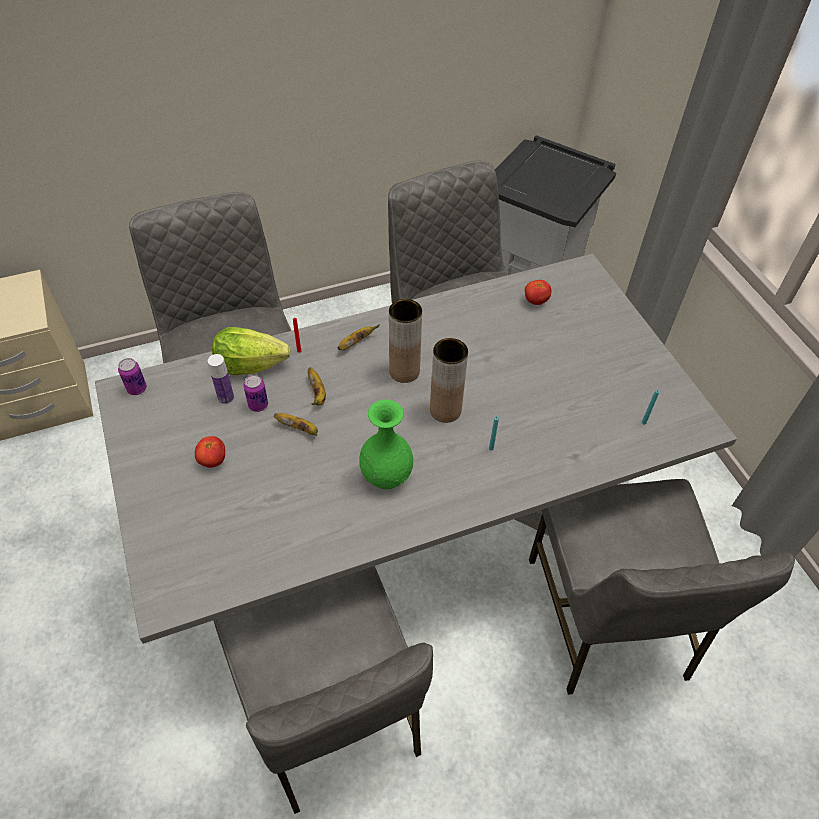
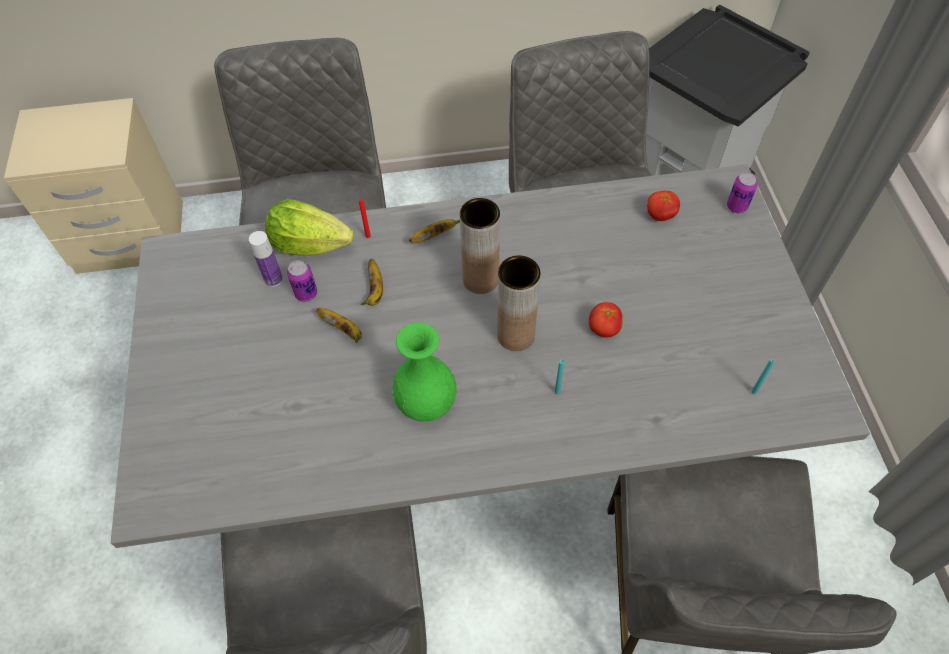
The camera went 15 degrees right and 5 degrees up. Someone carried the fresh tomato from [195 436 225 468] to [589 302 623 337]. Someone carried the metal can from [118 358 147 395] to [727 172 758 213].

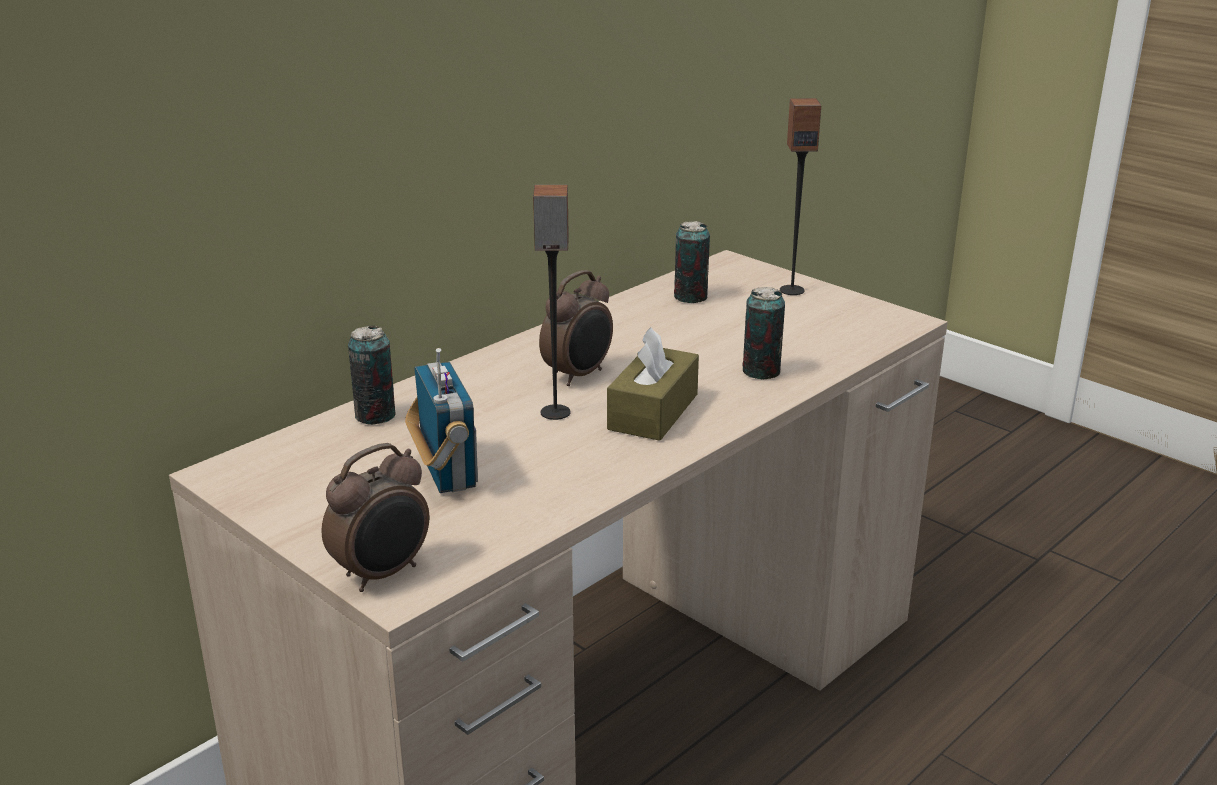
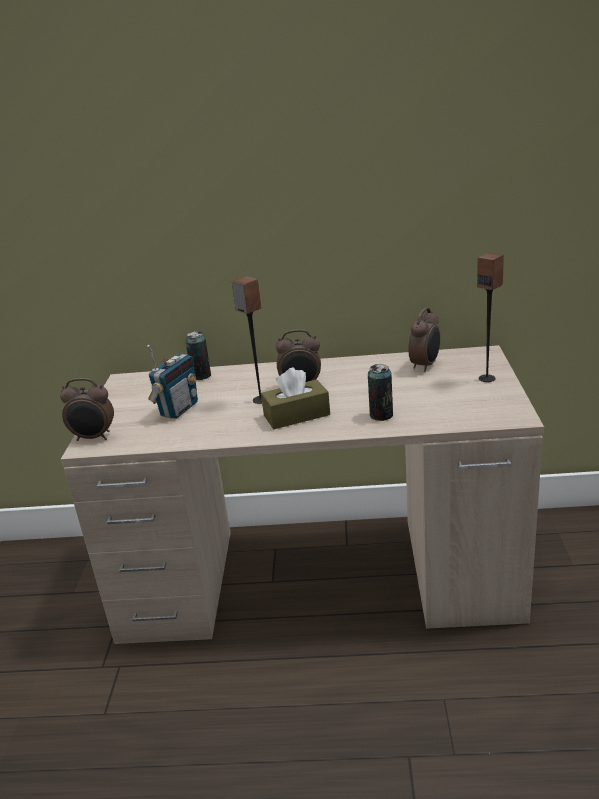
The camera went 50 degrees right and 0 degrees up. Someone swapped the metal can at [674 221 710 303] for the table clock at [408 308 440 372].

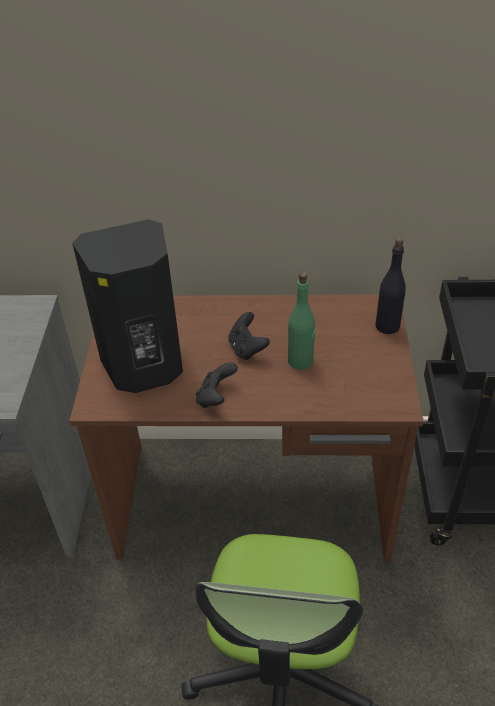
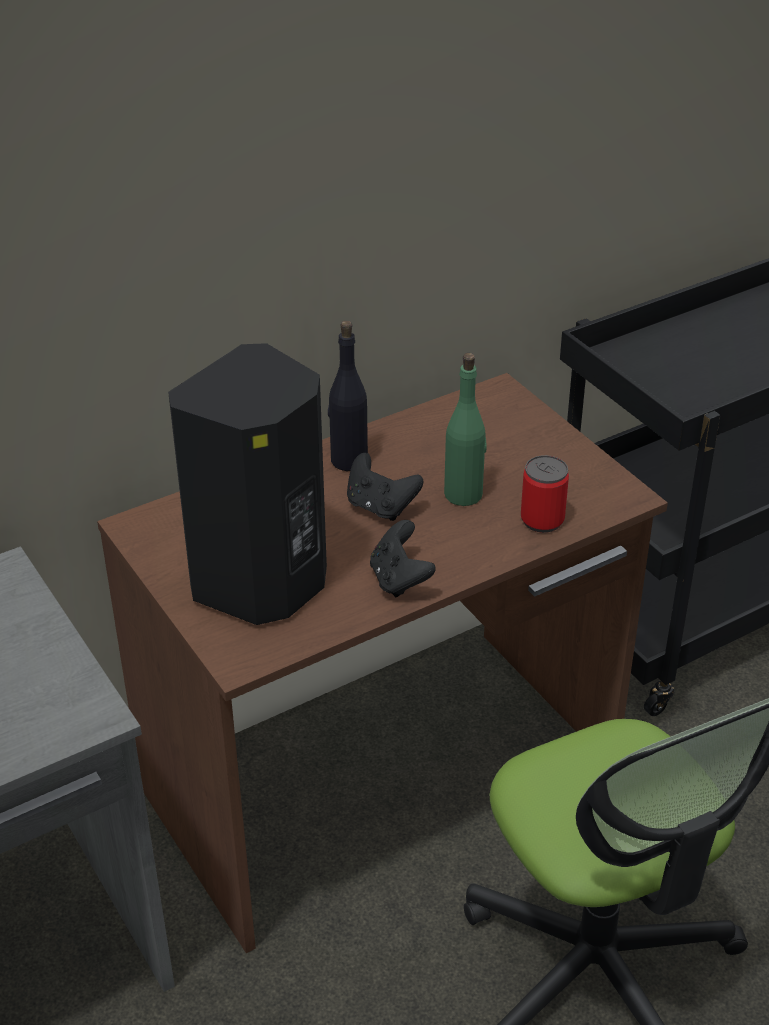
The camera went 35 degrees left and 5 degrees down. Someone carried the black-coloured bottle from [375 237 406 334] to [328 321 368 471]. Someone put down the metal can at [521 455 569 533].

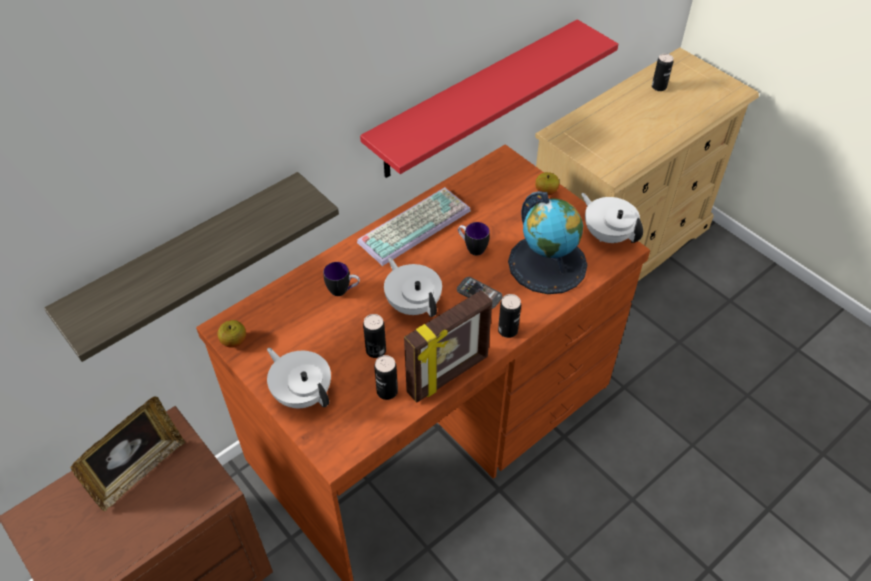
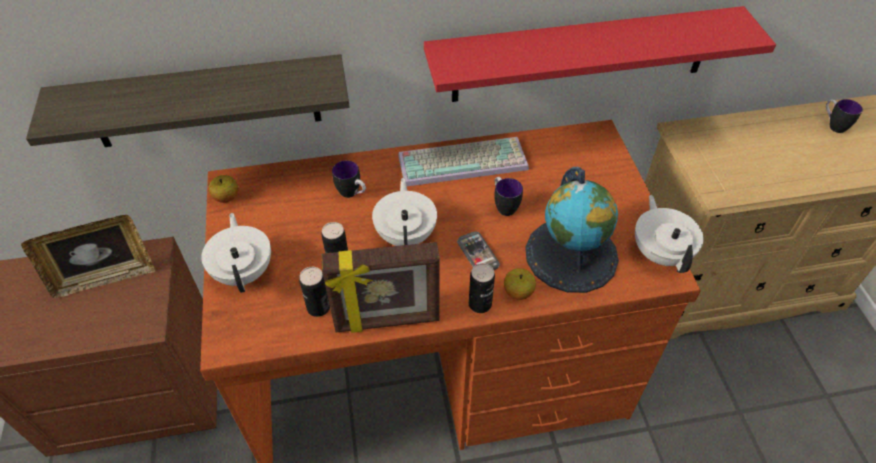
The camera went 30 degrees right and 0 degrees up. Someone carried the whole apple from [535 172 560 195] to [504 268 536 300]. Someone swapped the metal can at [652 54 674 91] for the mug at [826 99 863 133].

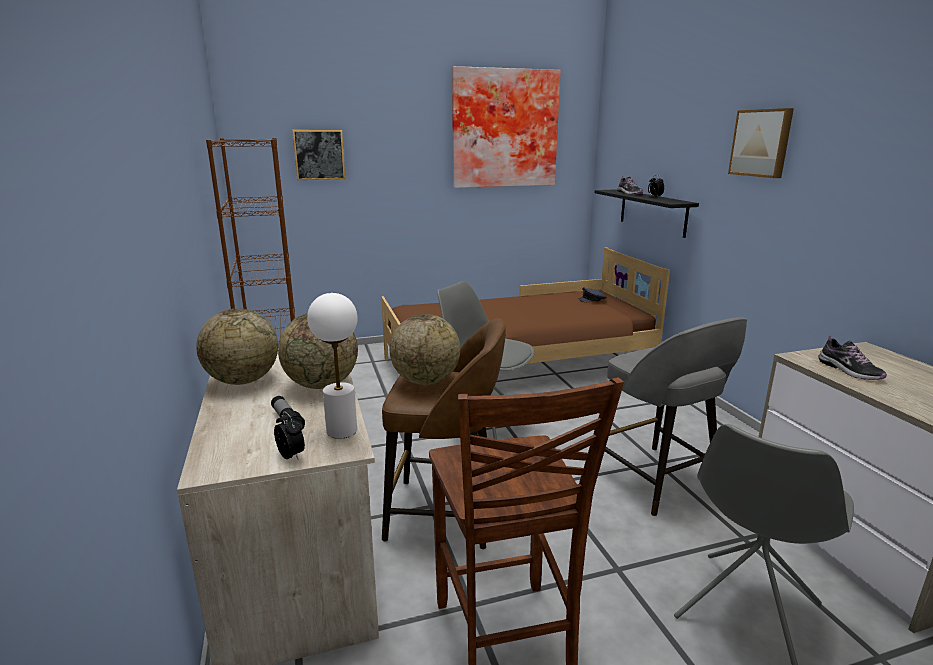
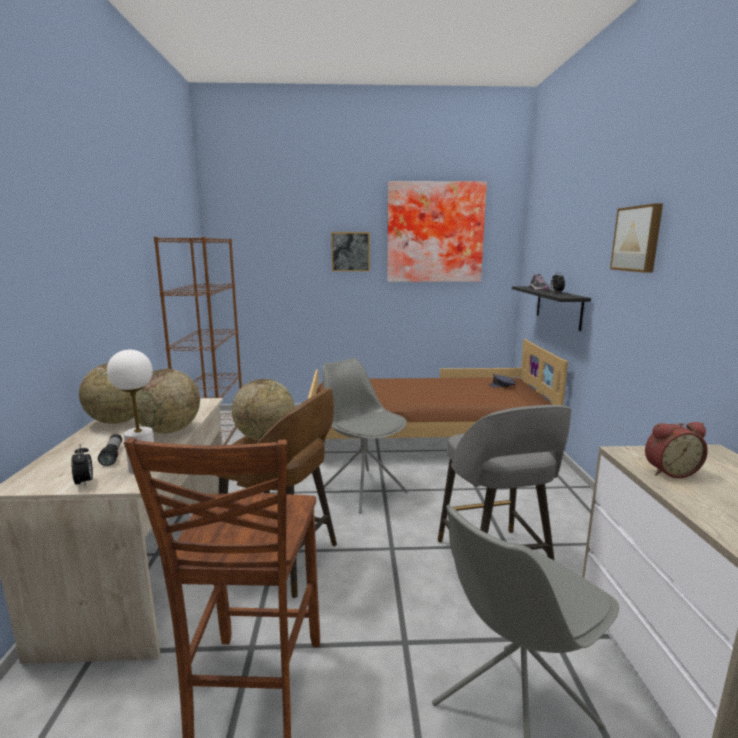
The camera went 15 degrees right and 5 degrees down. Someone carried the wall art from [292 130 346 180] to [331 232 370 271]. Someone swapped the item of footwear at [818 335 887 380] for the table clock at [645 422 708 478].

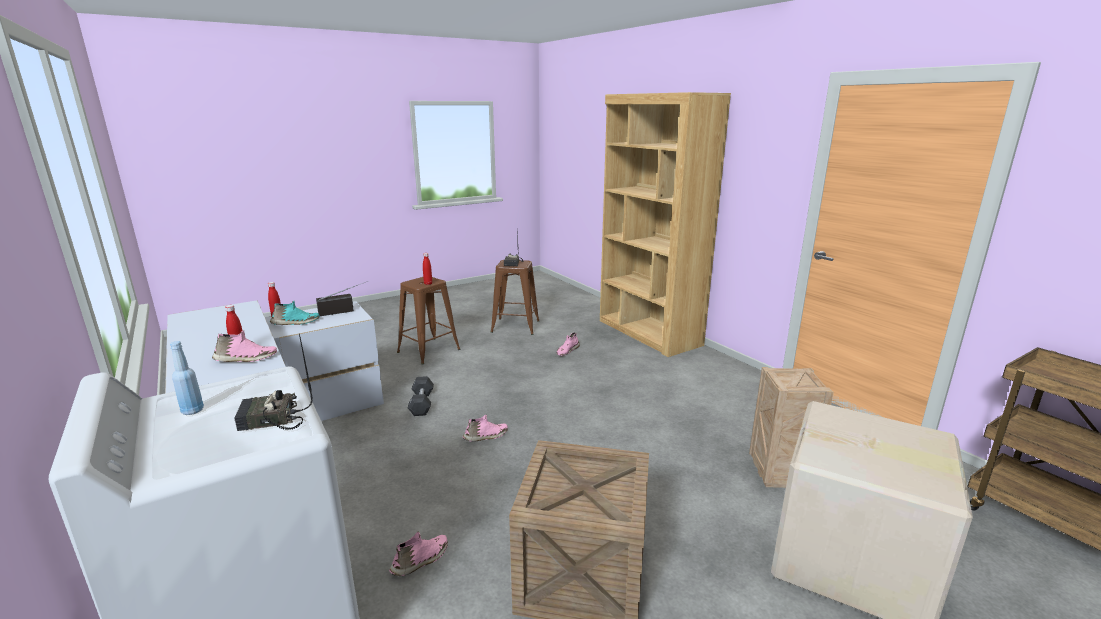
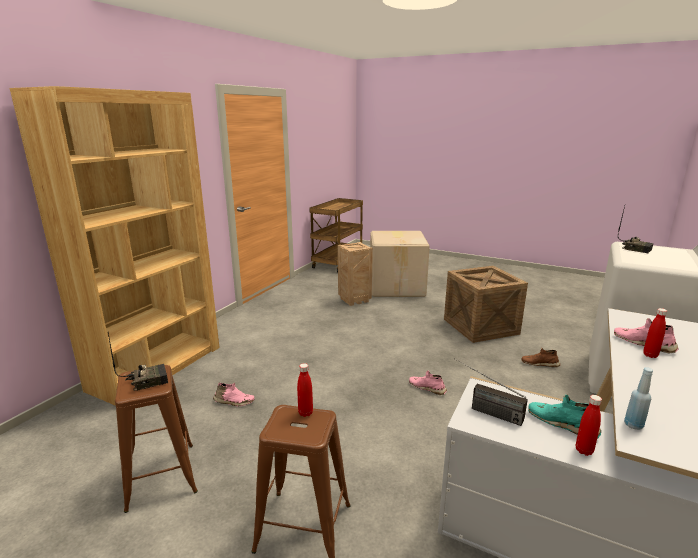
The camera went 120 degrees left and 0 degrees up. Someone repainted the pink item of footwear at [389 531 448 576], which became the brownish item of footwear at [521 348 560 368]. Someone carried the blue bottle from [170 341 204 415] to [624 367 653 430]. Someone took away the black-coloured free weight at [408 376 434 416].

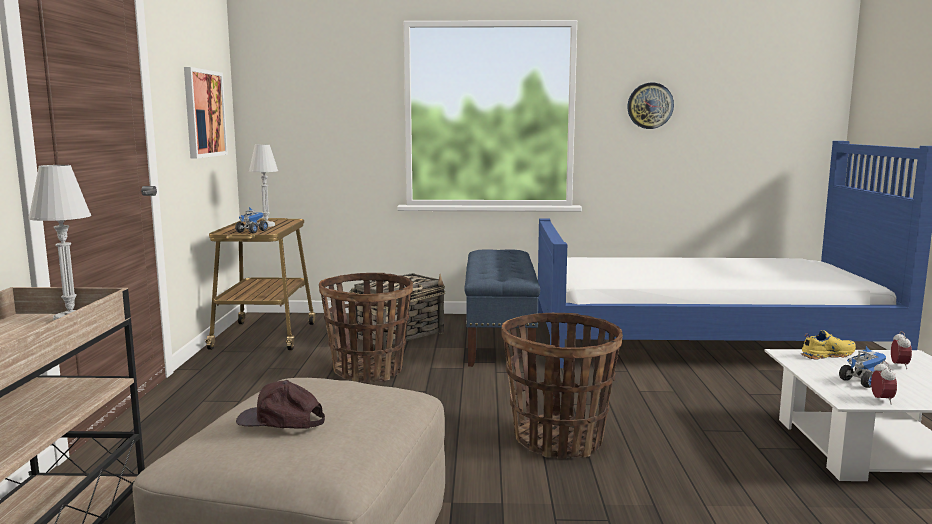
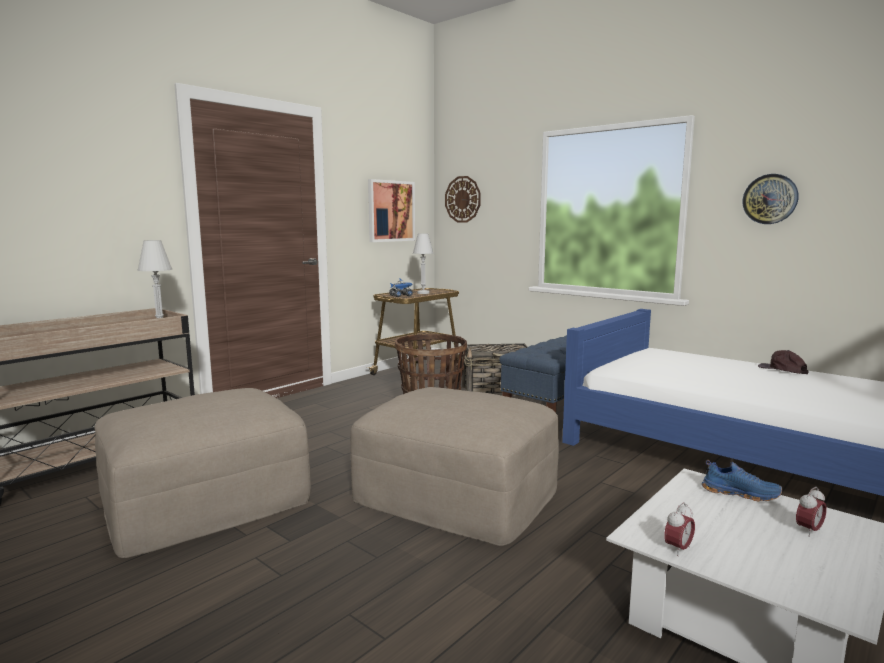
The camera went 40 degrees right and 0 degrees up. Someone swapped the basket at [501 313 623 459] for the sand-coloured footrest at [351 387 559 546]. Someone put up the hanging clock at [445 176 481 223]. Someone repainted the yellow item of footwear at [801 330 856 360], which became the blue item of footwear at [702 460 782 501]. Someone carried the brownish peaked cap from [236 380 325 429] to [758 350 809 374]. Someone took away the model truck at [839 346 886 388].

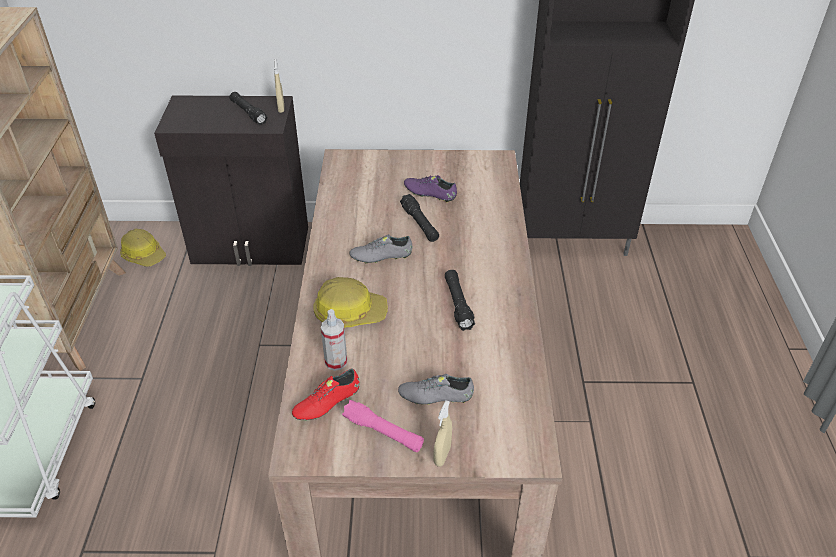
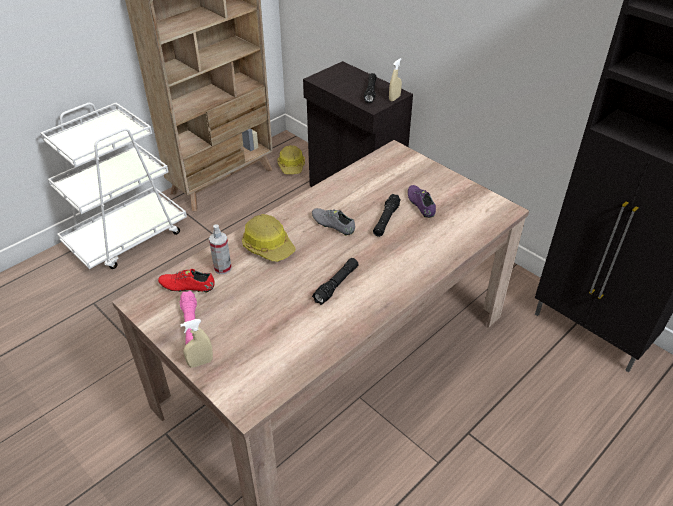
The camera went 45 degrees right and 0 degrees up. Someone took away the grey item of footwear at [398 374 474 405].

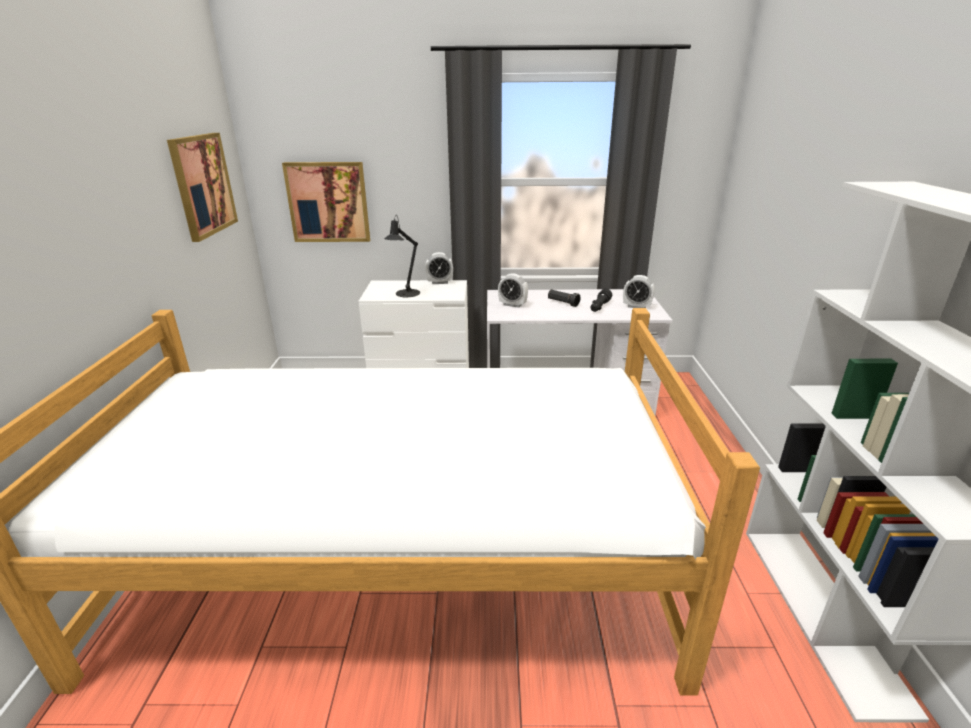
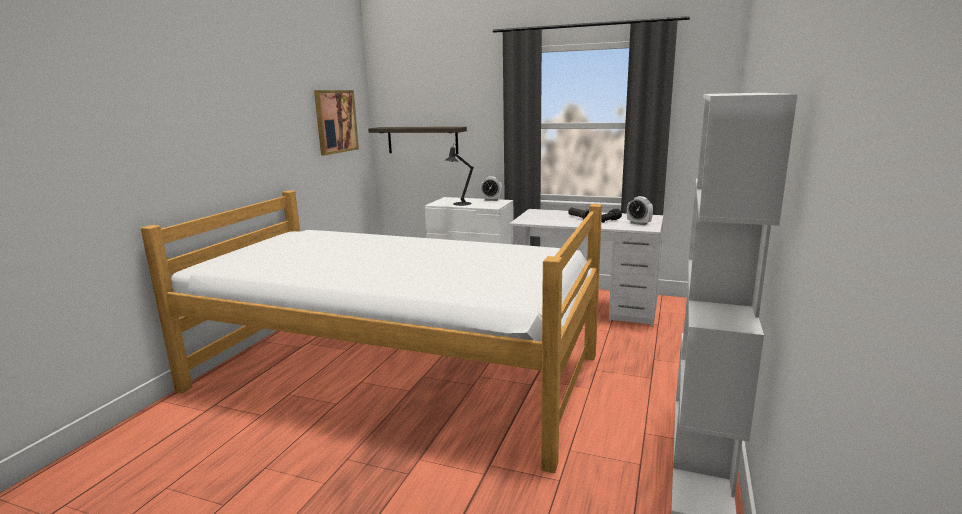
The camera went 20 degrees right and 10 degrees down. Someone swapped the wall art at [282 162 370 242] for the shelf at [368 127 467 153]. Someone took away the table clock at [498 273 528 308].

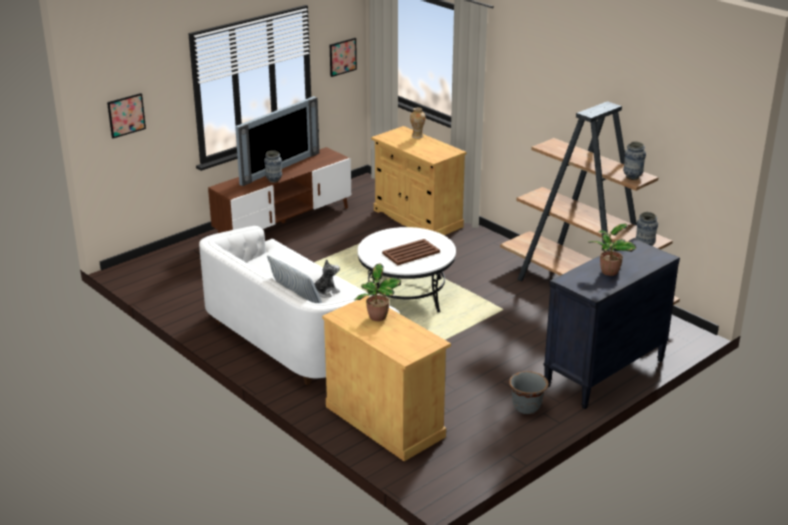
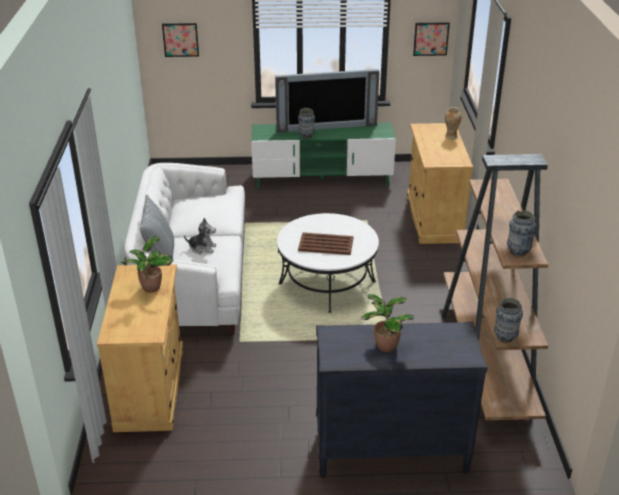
The camera went 40 degrees right and 5 degrees up. Someone repainted the brownish media console at [208 147 351 233], which became the greenish media console at [251 122 396 189]. Someone took away the grey plant pot at [509 371 549 414].

